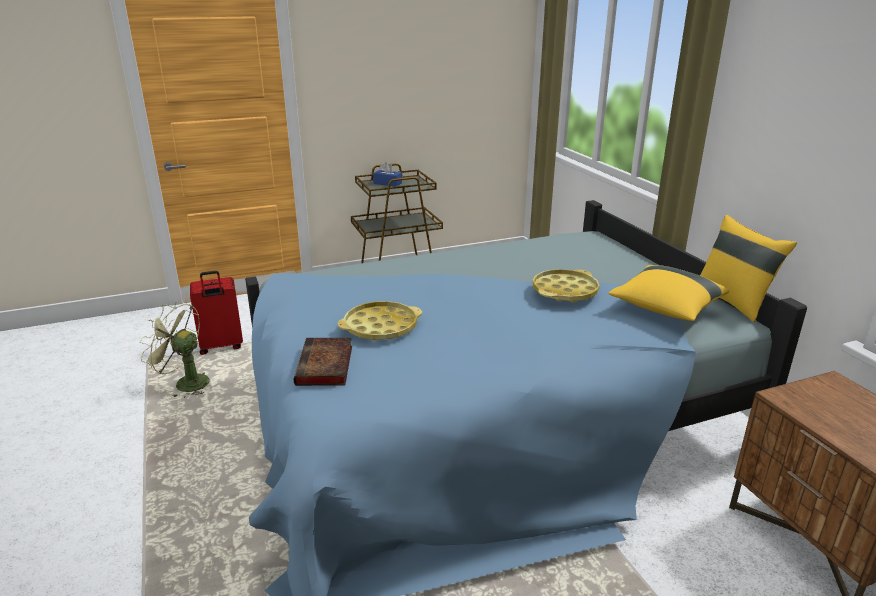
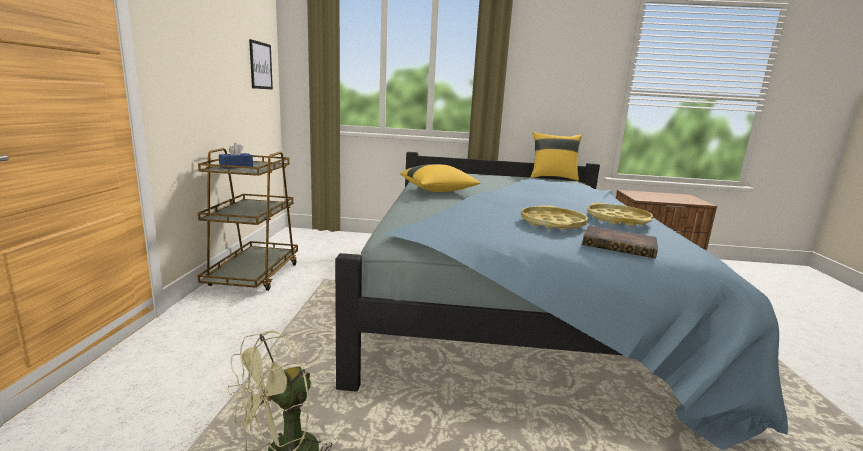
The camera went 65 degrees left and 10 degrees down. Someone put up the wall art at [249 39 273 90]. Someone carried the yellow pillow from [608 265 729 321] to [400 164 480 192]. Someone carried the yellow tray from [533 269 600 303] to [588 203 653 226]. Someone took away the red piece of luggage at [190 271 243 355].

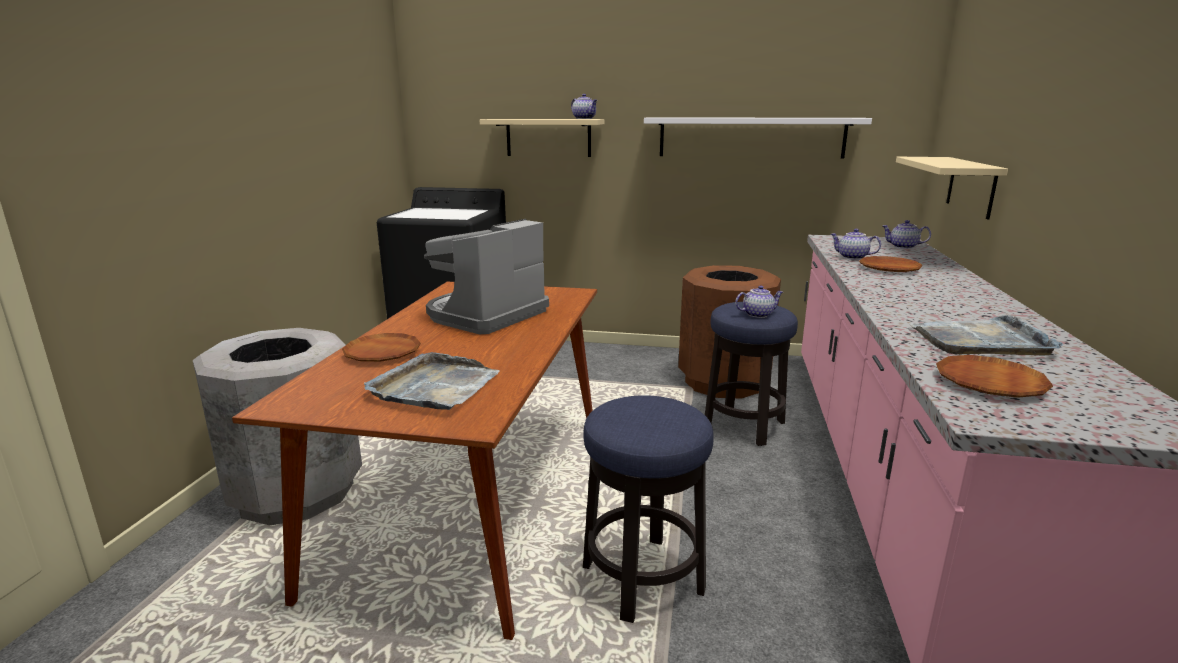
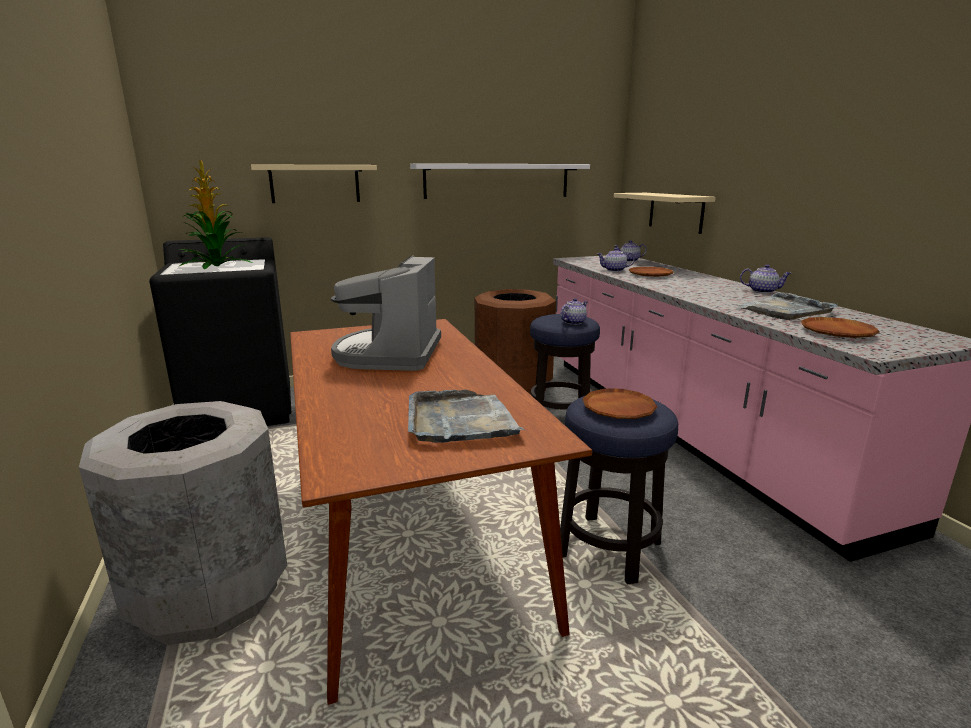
The camera went 30 degrees left and 0 degrees up. Someone put down the potted plant at [178 160 252 270]. Someone carried the brownish flat dish from [342 333 421 362] to [583 388 657 419]. Someone carried the teapot from [571 94 597 119] to [740 264 792 293].

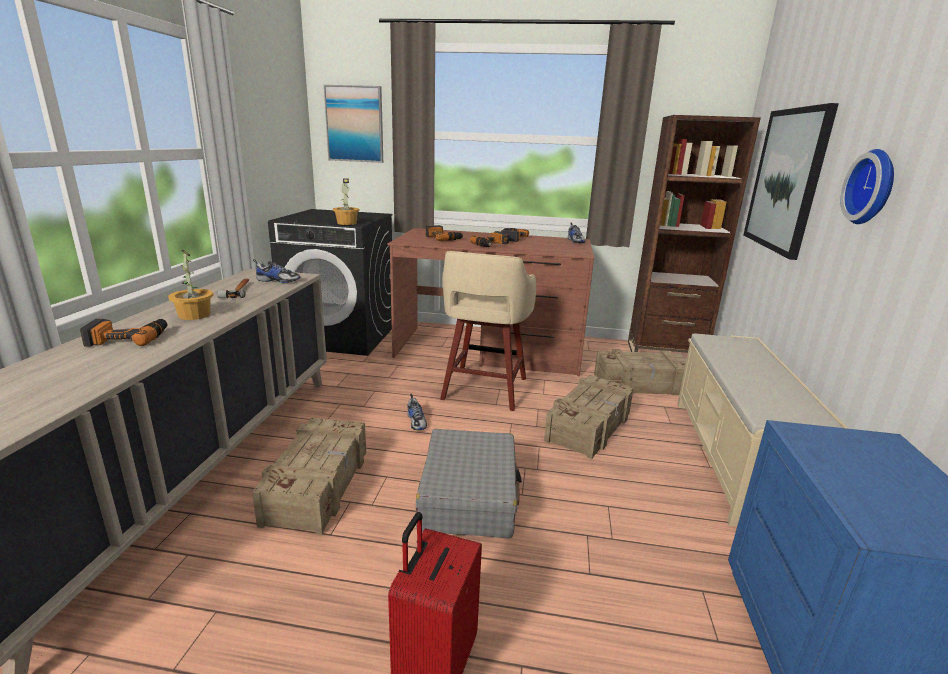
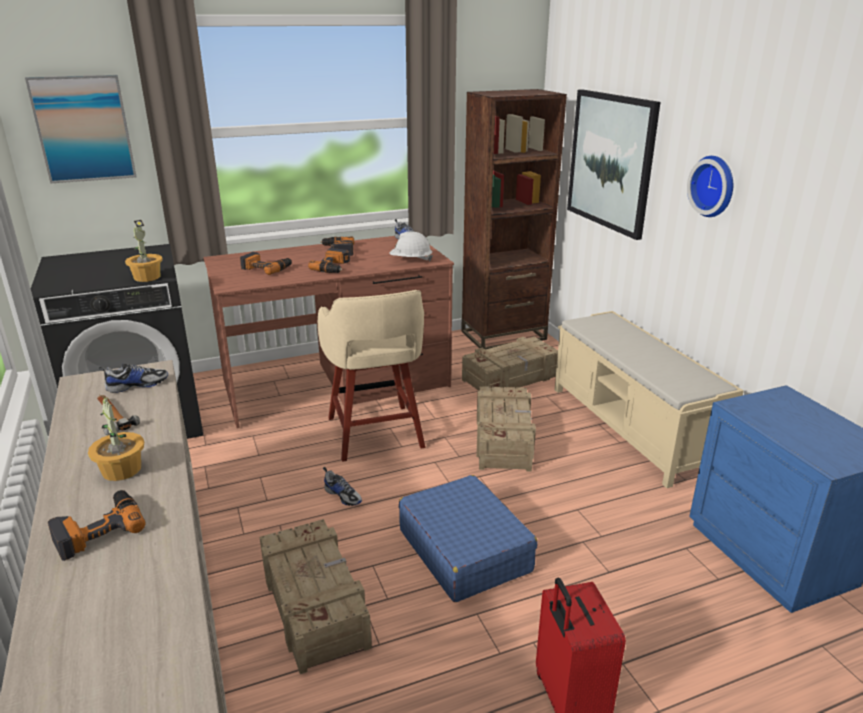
The camera went 30 degrees left and 5 degrees up. Someone put down the white work helmet at [390 231 433 261]. Someone repainted the grey piece of luggage at [416 429 522 539], which became the blue piece of luggage at [399 475 538 602].

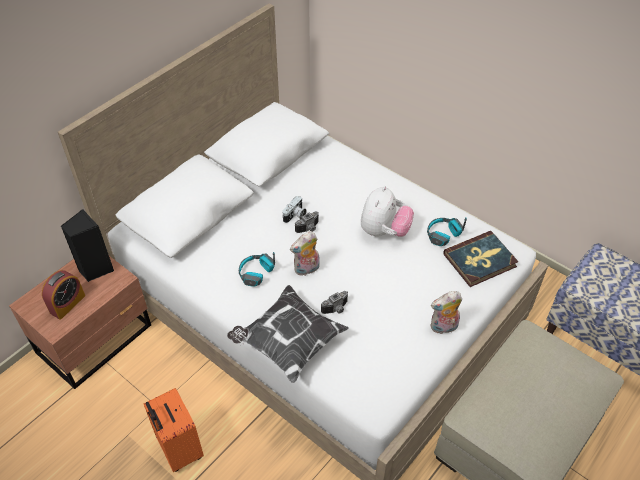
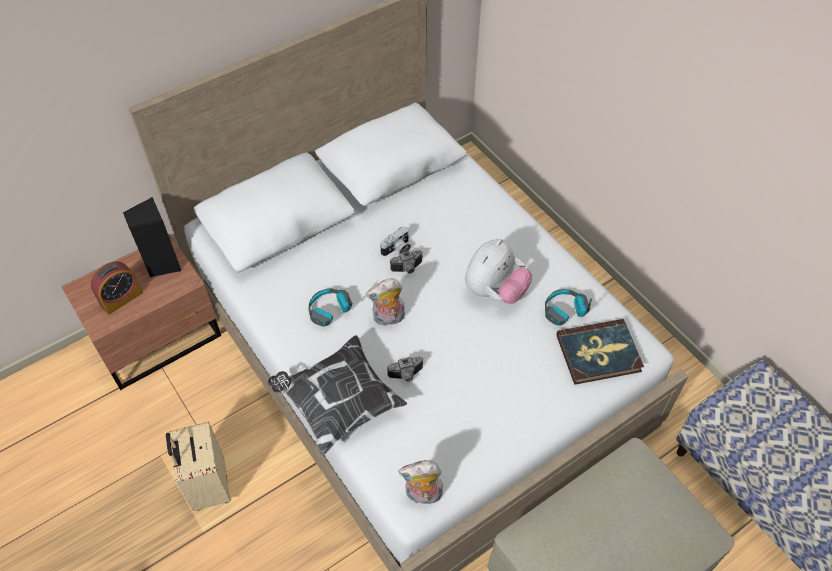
The camera went 15 degrees right and 5 degrees up. Someone repainted the orangey piece of luggage at [143 388 204 472], which became the sand-coloured piece of luggage at [166 422 231 511]. Someone carried the plush toy from [431 291 462 334] to [398 460 444 504].

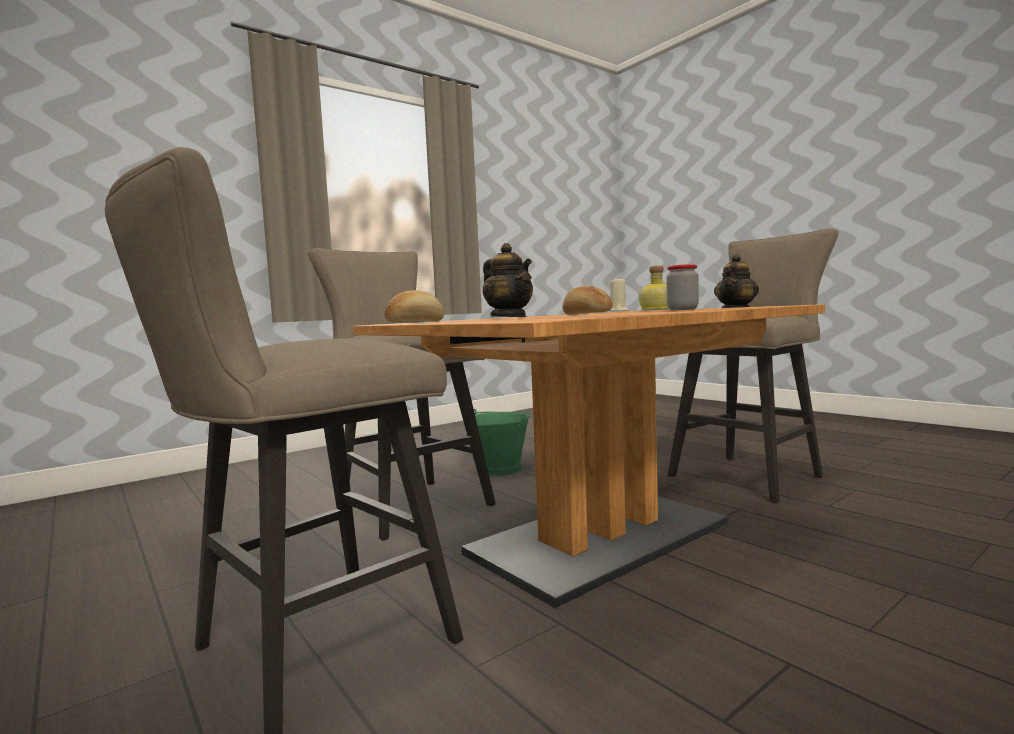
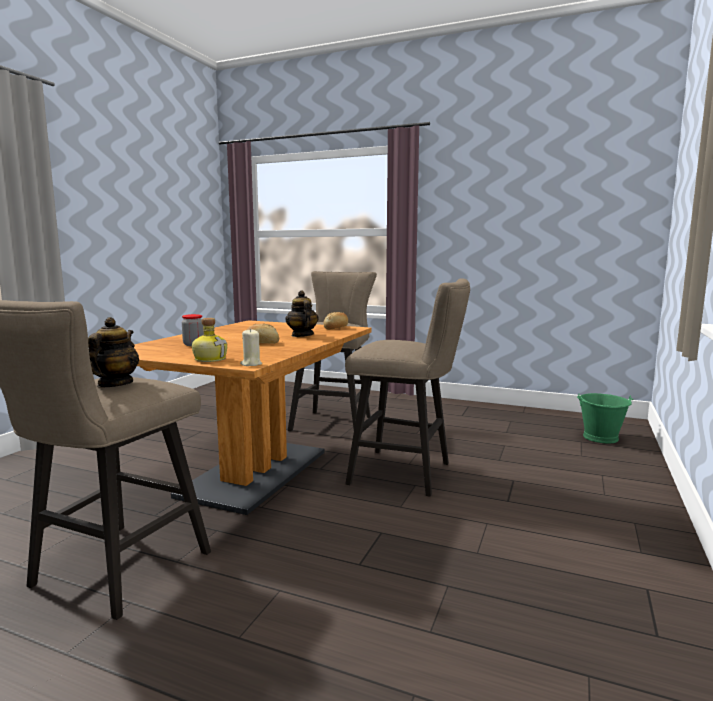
The camera went 150 degrees right and 5 degrees up. Someone rotated the teapot at [483 243 533 317] by 45 degrees clockwise. Someone carried the greenish water bucket from [474 409 531 476] to [577 393 633 443].

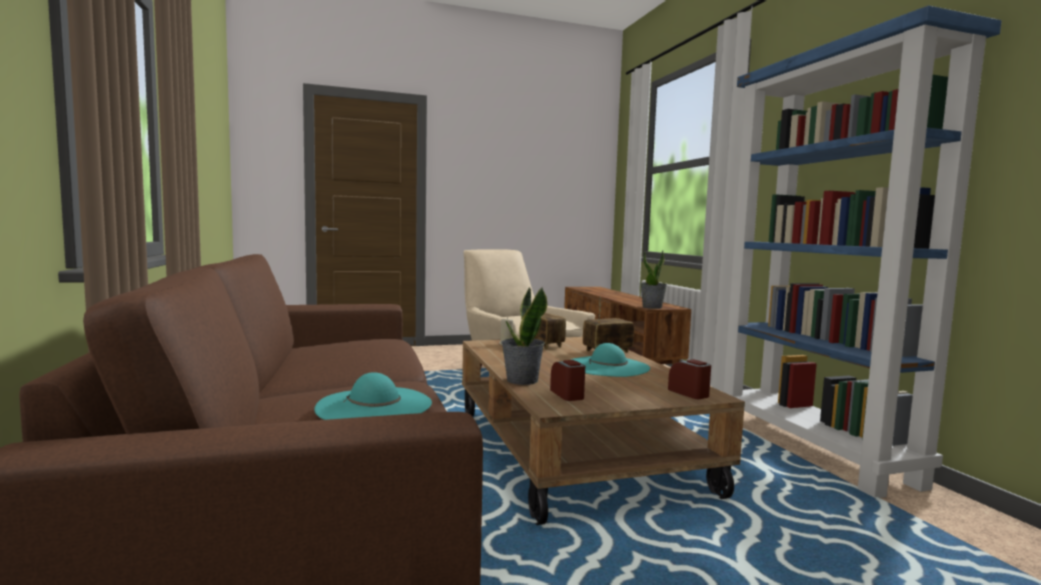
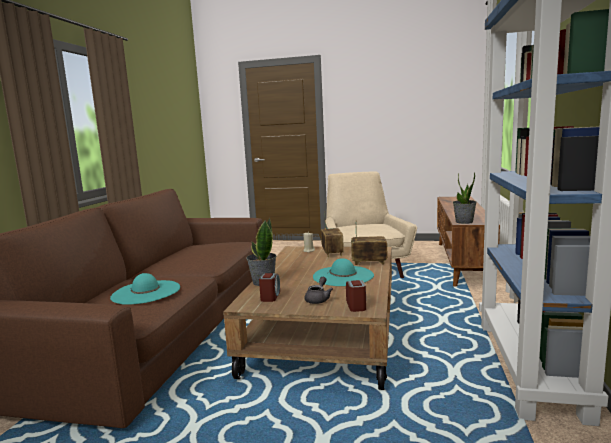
The camera went 30 degrees right and 5 degrees up. Someone put down the grey teapot at [305 277 333 304].

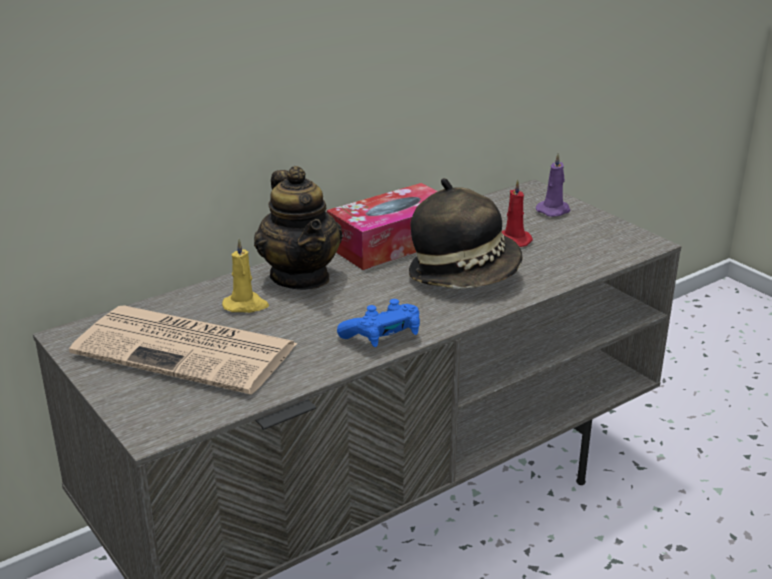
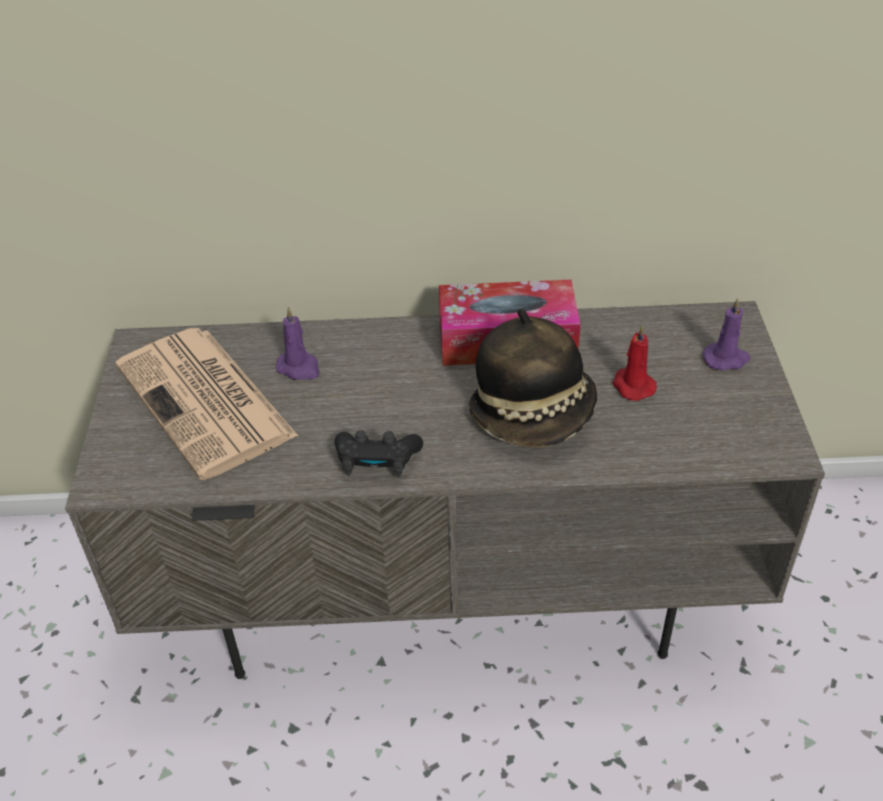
The camera went 35 degrees right and 15 degrees up. Someone repainted the yellow wax candle at [222 238 269 313], which became the purple-coloured wax candle at [276 307 320 380]. Someone repainted the blue gamepad at [337 299 420 347], which became the black-coloured gamepad at [334 430 423 478]. Someone took away the teapot at [254 166 342 290].

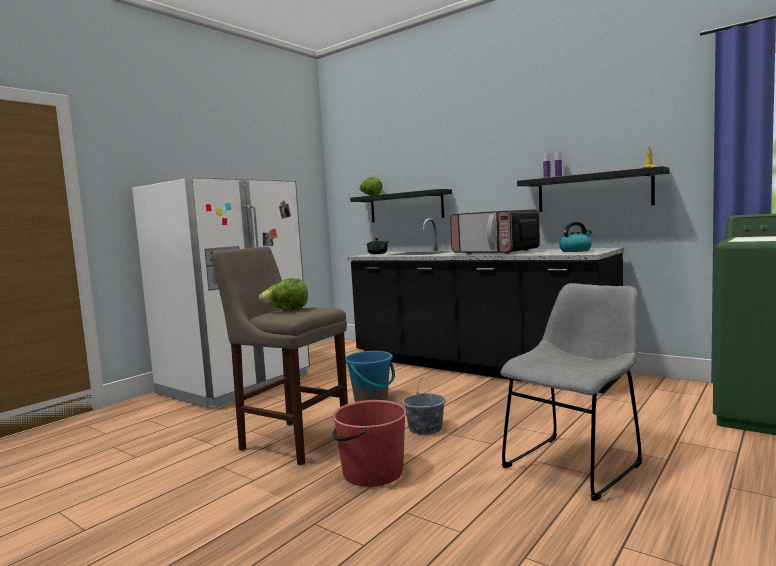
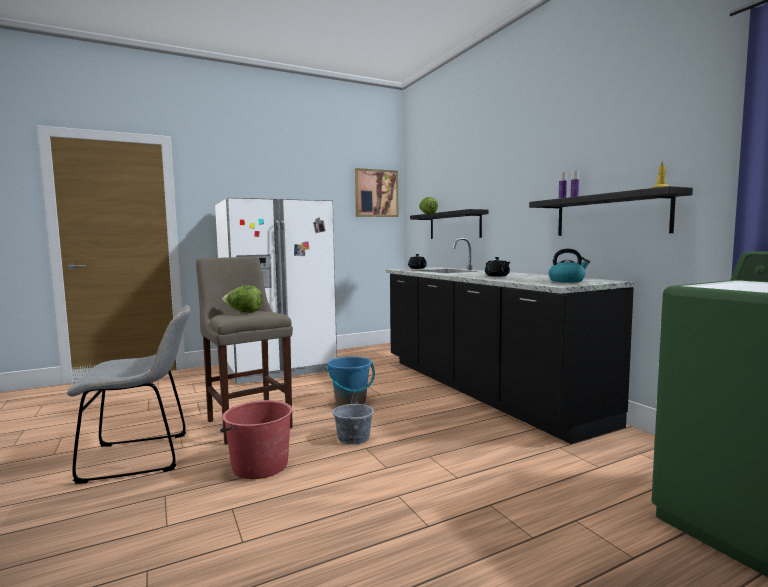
The camera went 25 degrees right and 0 degrees up. Someone carried the grey chair from [500 283 642 501] to [67 305 190 484]. Someone put up the wall art at [355 168 399 217]. Someone swapped the kitchen microwave at [450 209 540 254] for the black-coloured teapot at [485 257 510 277].

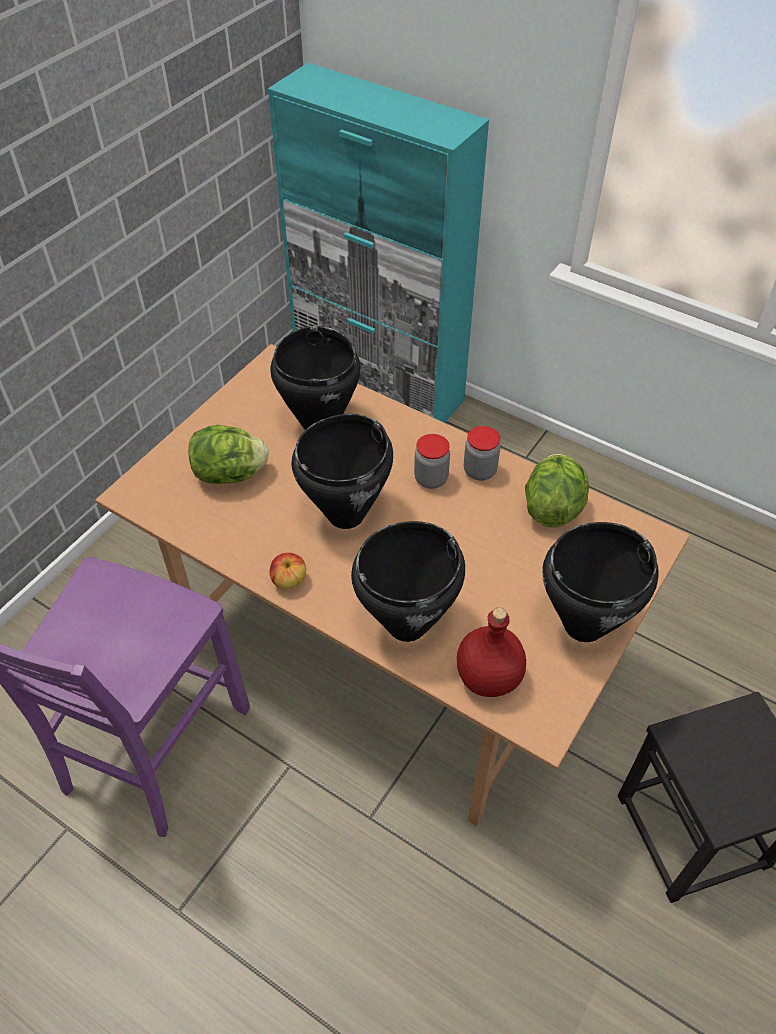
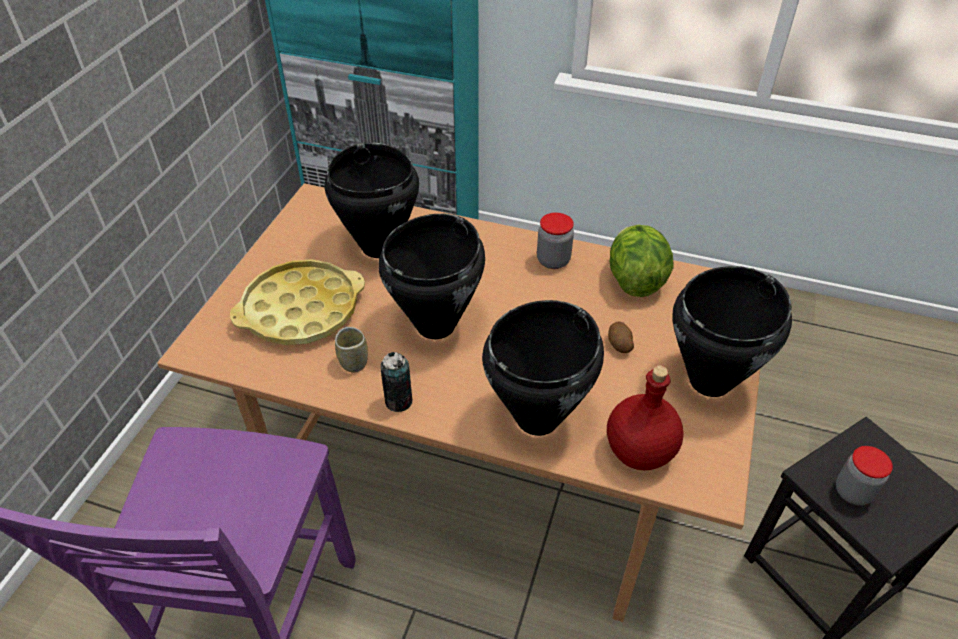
The camera went 15 degrees left and 5 degrees down. Someone swapped the lettuce head at [188 425 269 484] for the yellow tray at [230 259 365 345]. Someone put down the drinking cup at [335 327 368 373]. Someone swapped the whole apple at [270 553 306 590] for the metal can at [380 352 412 412]. Someone put down the spud at [608 322 634 353]. Someone carried the preserve jar from [414 434 450 489] to [836 446 893 506].

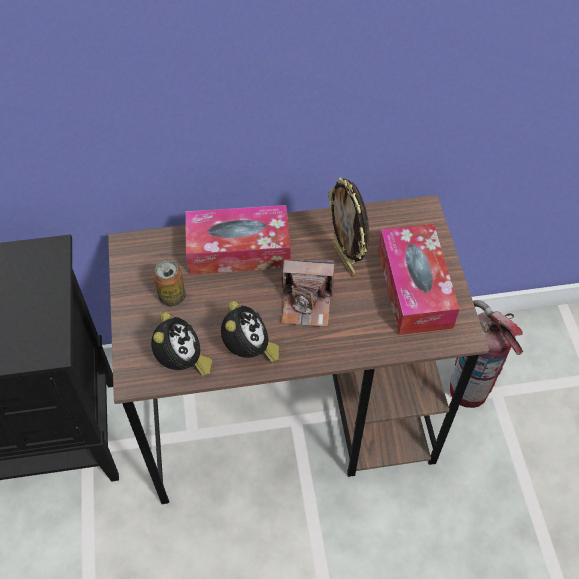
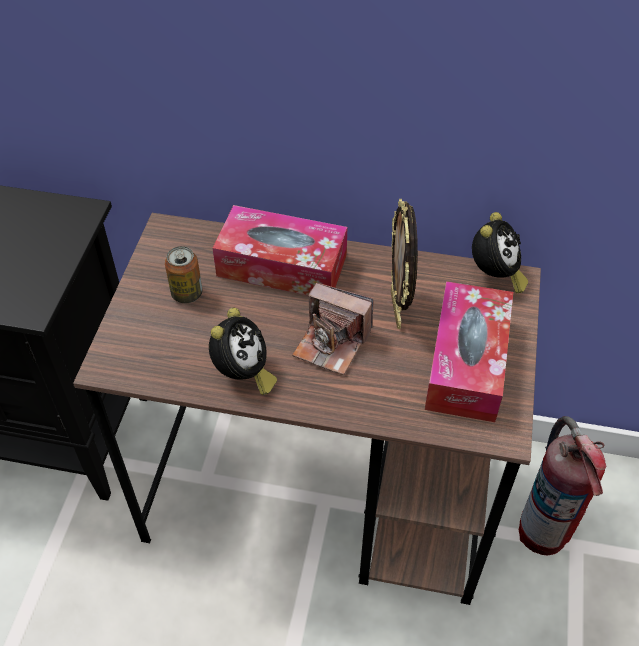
The camera went 20 degrees right and 5 degrees down. Someone carried the table clock from [151 312 212 376] to [472 212 528 294].

